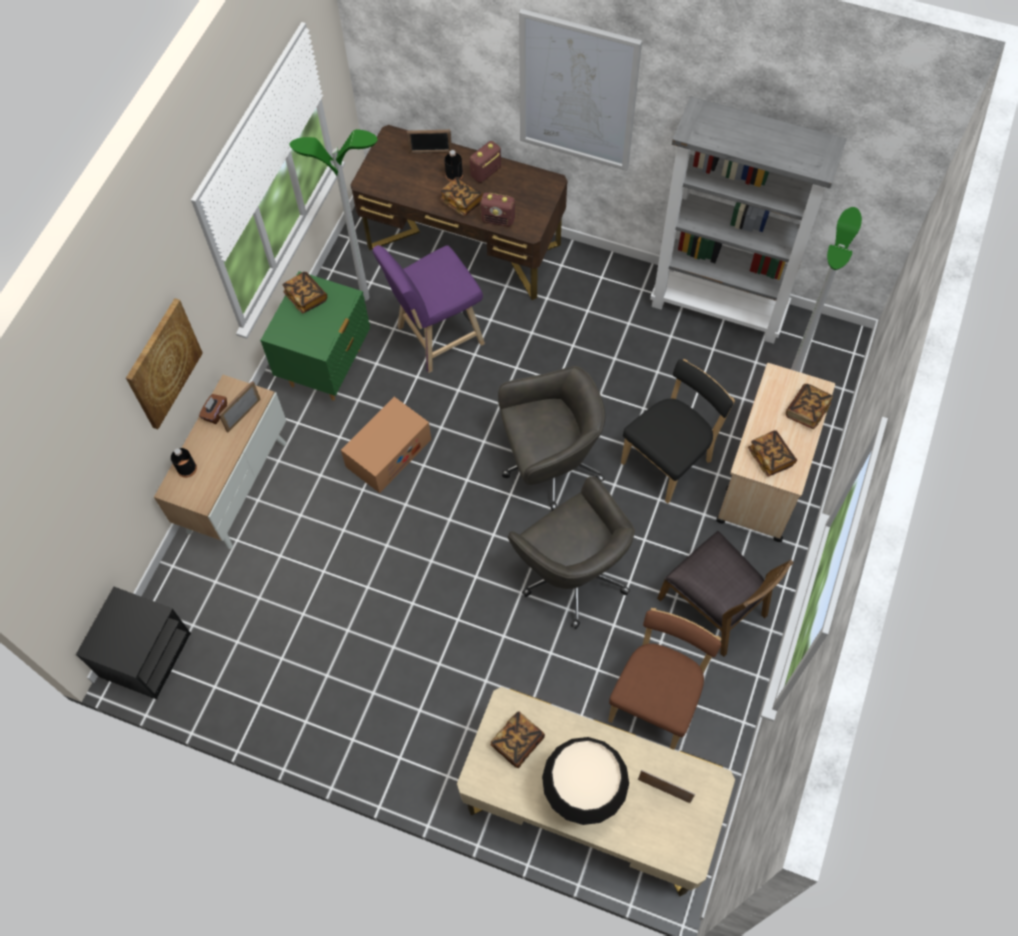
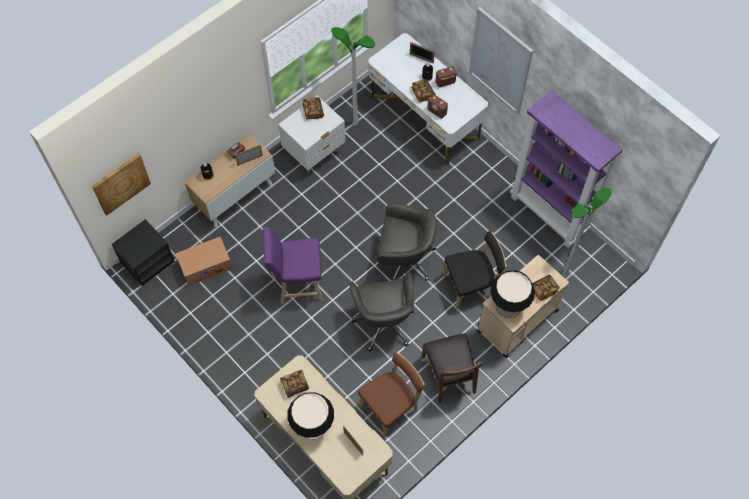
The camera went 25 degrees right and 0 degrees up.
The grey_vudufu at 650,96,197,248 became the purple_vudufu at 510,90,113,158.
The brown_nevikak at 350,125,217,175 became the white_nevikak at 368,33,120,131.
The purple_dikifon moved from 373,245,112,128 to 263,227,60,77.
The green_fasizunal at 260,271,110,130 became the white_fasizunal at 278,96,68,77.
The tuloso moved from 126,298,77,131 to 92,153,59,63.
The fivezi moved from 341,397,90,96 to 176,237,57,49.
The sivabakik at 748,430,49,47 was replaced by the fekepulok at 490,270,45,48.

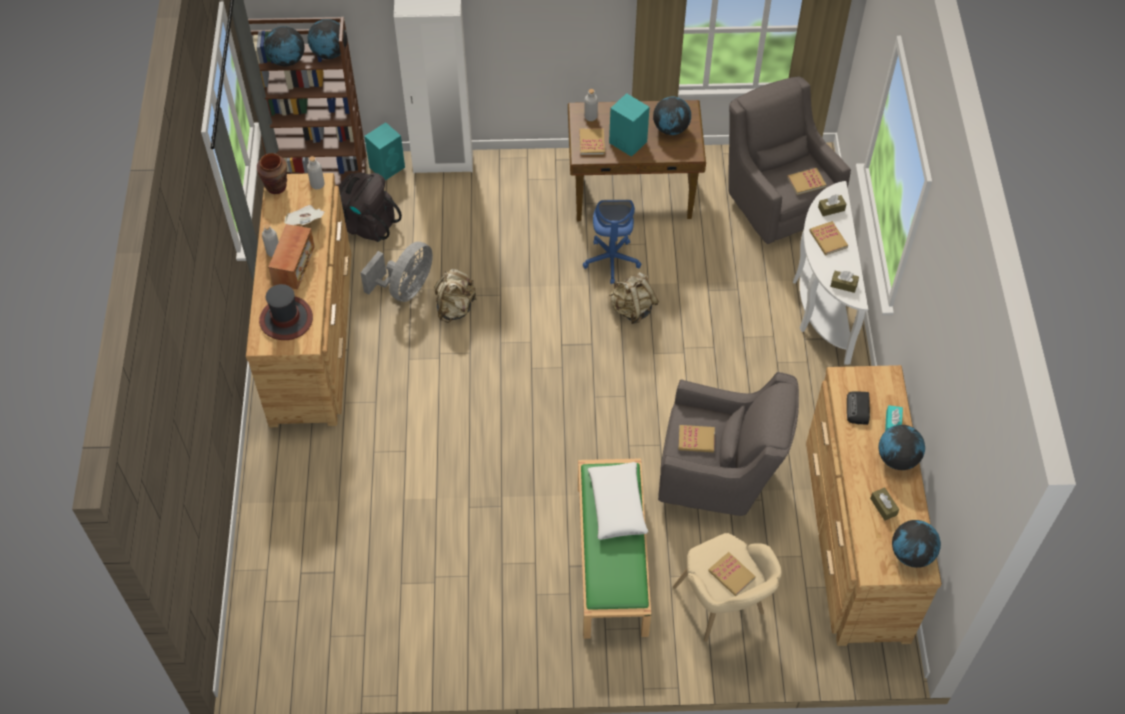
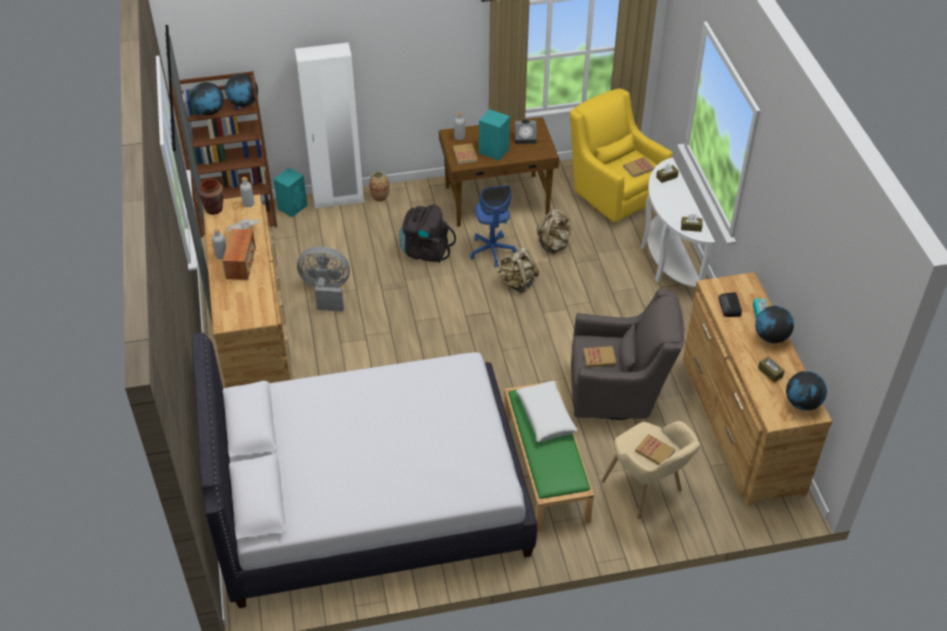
The camera went 10 degrees left and 10 degrees down.
The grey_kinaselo at 728,77,123,167 became the yellow_kinaselo at 570,88,103,135.
The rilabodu at 653,97,38,38 was replaced by the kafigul at 514,120,23,24.
The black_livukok moved from 338,172,64,70 to 399,205,57,58.
The sivabakik at 809,221,39,35 disappeared.
The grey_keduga at 360,242,73,60 turned 105 degrees counterclockwise.
The beige_livukok moved from 434,269,42,54 to 537,209,34,45.
The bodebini at 259,284,54,56 disappeared.
The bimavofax at 369,171,20,31 appeared.
The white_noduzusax at 192,332,345,276 appeared.

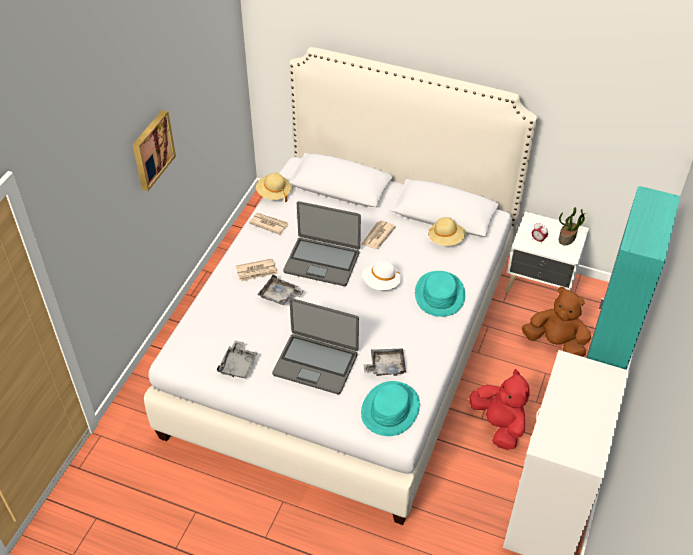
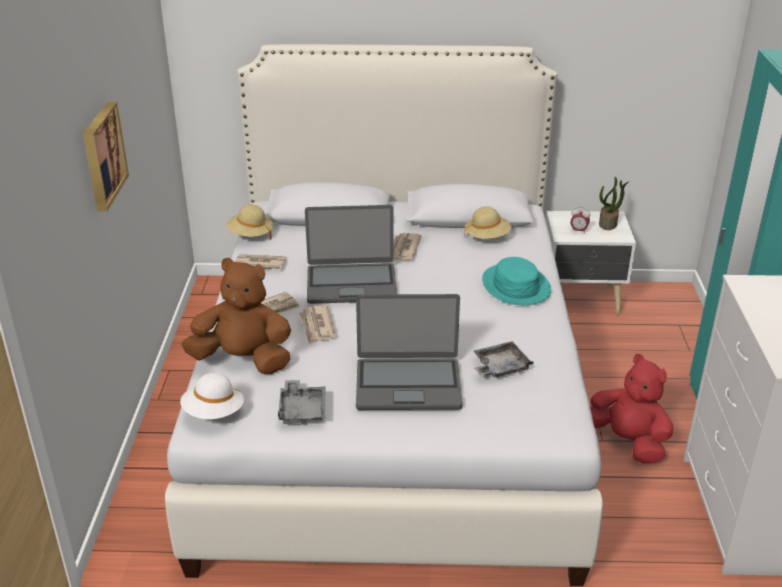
The camera went 20 degrees left and 15 degrees down.
The white_bodebini moved from 362,260,39,30 to 180,373,64,46.
The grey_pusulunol at 257,274,47,31 was replaced by the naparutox at 299,305,37,39.
The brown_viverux moved from 522,287,69,70 to 181,258,110,116.
The turquoise_bodebini at 361,381,59,55 disappeared.

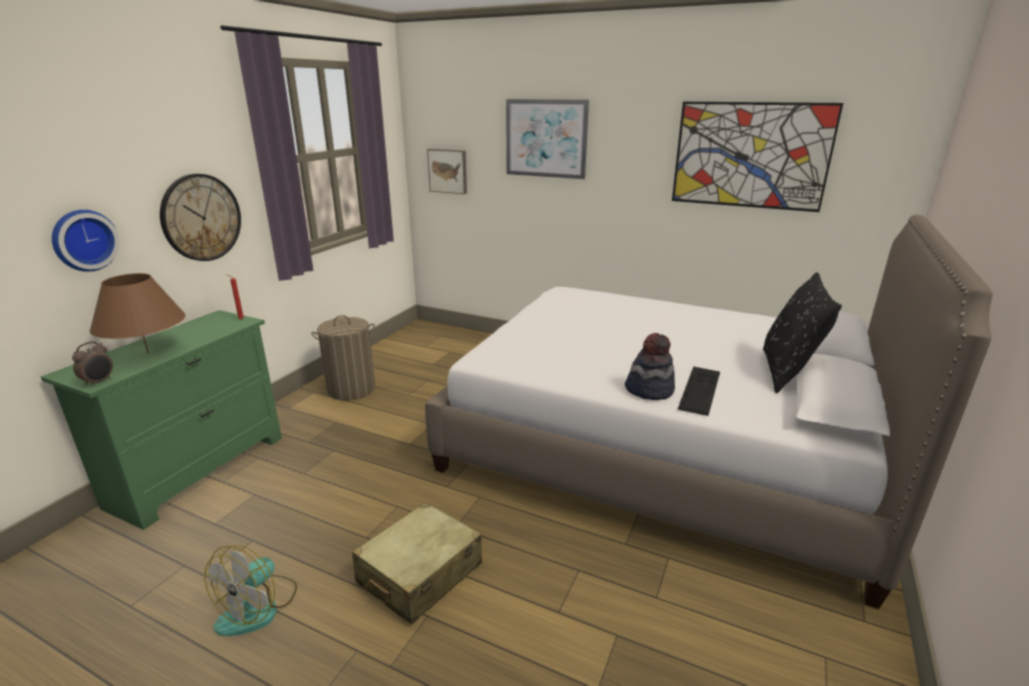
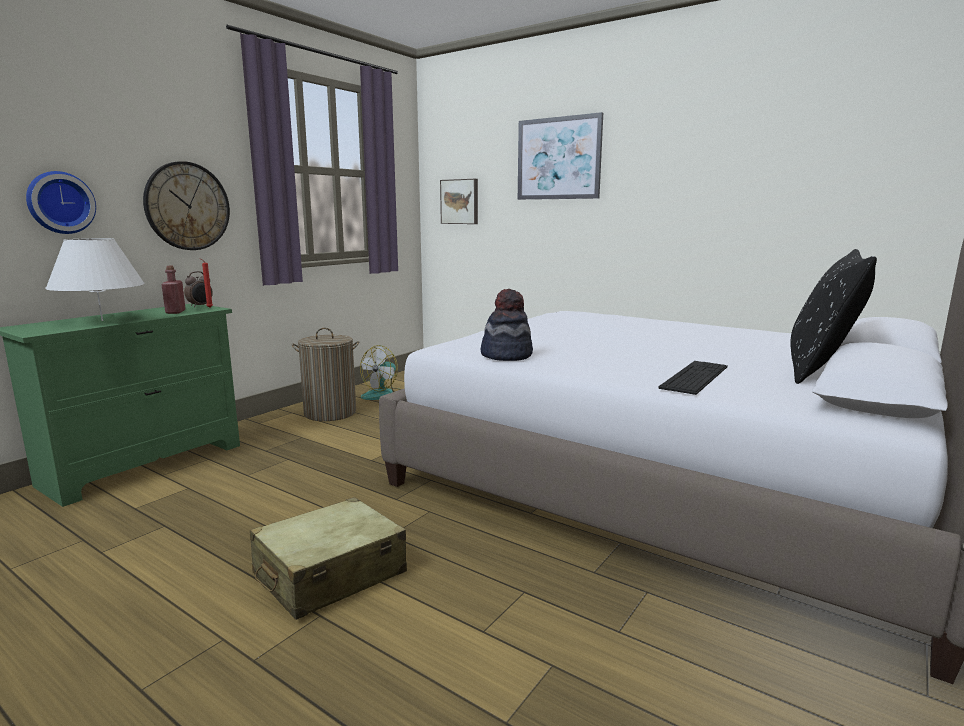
The camera went 10 degrees right and 10 degrees down.
The tuloso at 672,102,171,110 disappeared.
The brown_fekepulok at 90,273,95,81 became the white_fekepulok at 45,238,100,83.
The bodebini moved from 625,333,50,67 to 481,289,52,72.
The kafigul moved from 72,341,41,46 to 184,271,29,36.
The keduga moved from 204,545,93,91 to 360,345,41,55.
The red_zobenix at 161,266,25,48 appeared.

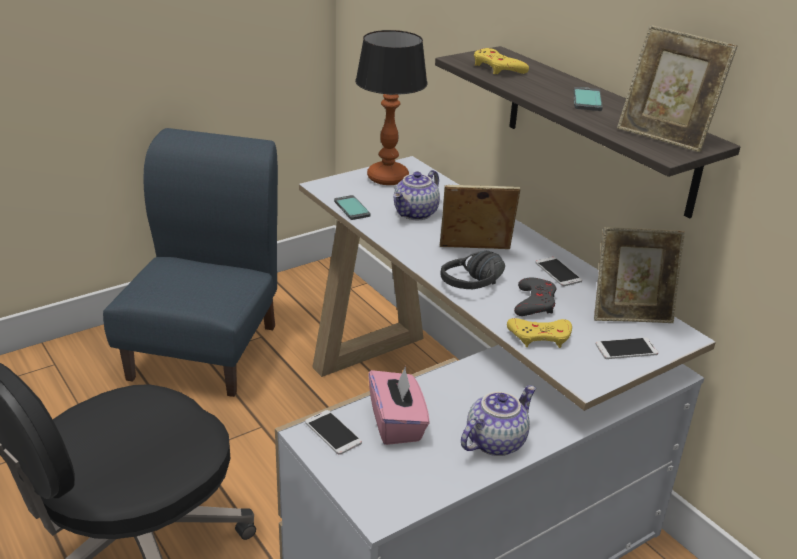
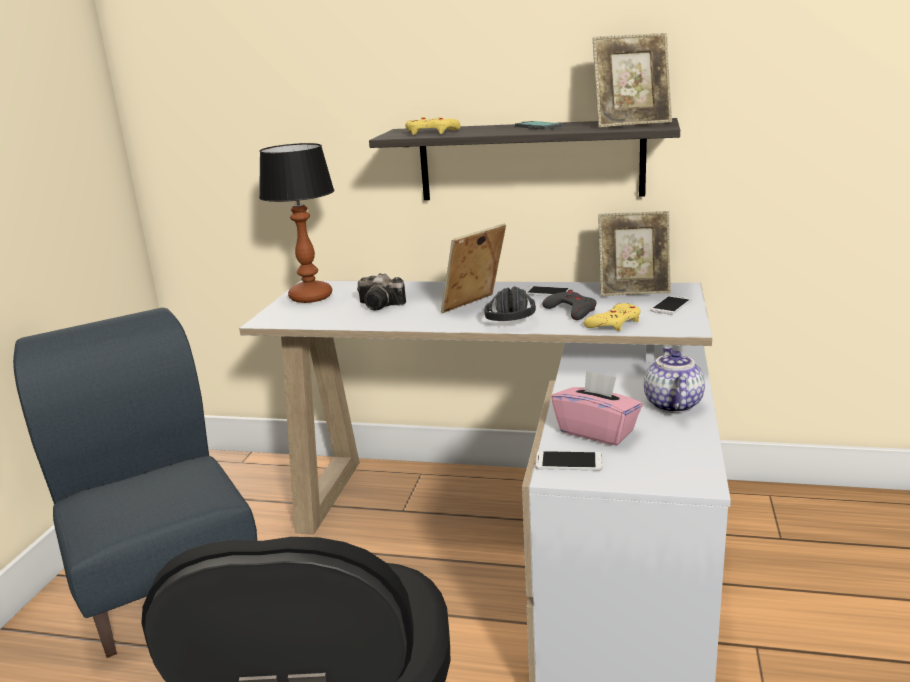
The camera went 40 degrees left and 10 degrees down.
The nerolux at 394,170,46,50 was replaced by the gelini at 357,273,49,38.
The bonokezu at 334,195,37,25 disappeared.
The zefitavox at 594,227,91,96 turned 45 degrees clockwise.

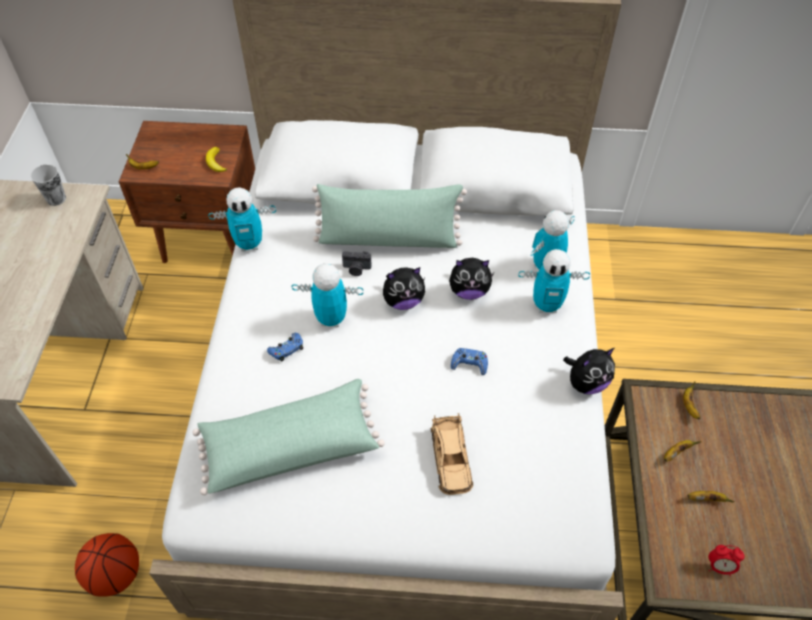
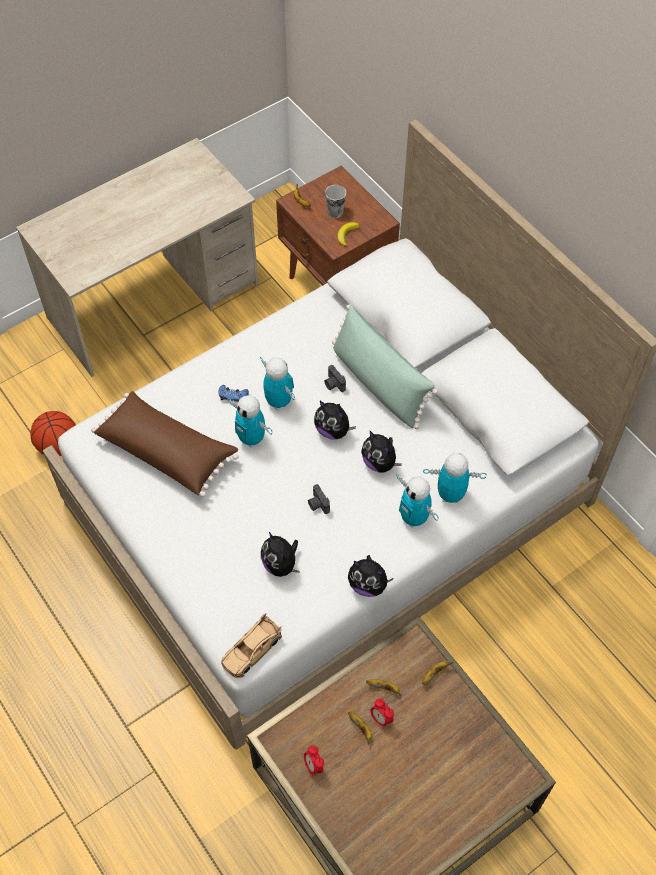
The camera went 50 degrees right and 5 degrees up.
The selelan moved from 30,164,36,42 to 325,185,21,33.
The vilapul moved from 208,188,68,63 to 227,395,45,53.
The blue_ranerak at 451,348,37,27 was replaced by the gelini at 308,484,22,30.
The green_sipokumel at 192,379,193,116 became the brown_sipokumel at 91,391,147,106.
The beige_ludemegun moved from 430,413,43,82 to 221,613,61,65.
The viverux at 261,532,39,45 appeared.
The kafigul at 370,699,24,28 appeared.

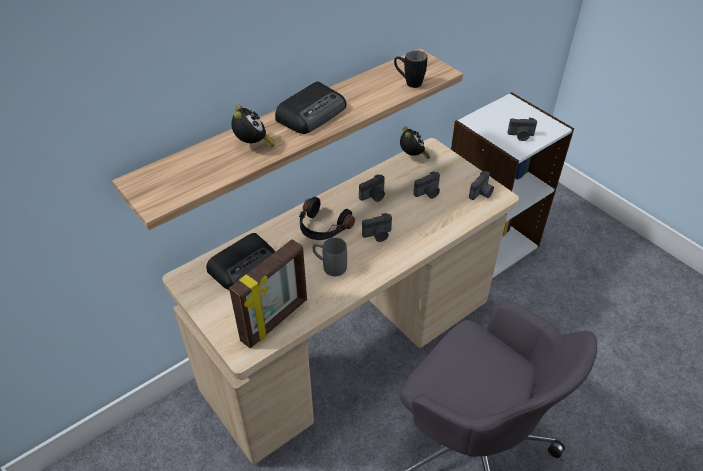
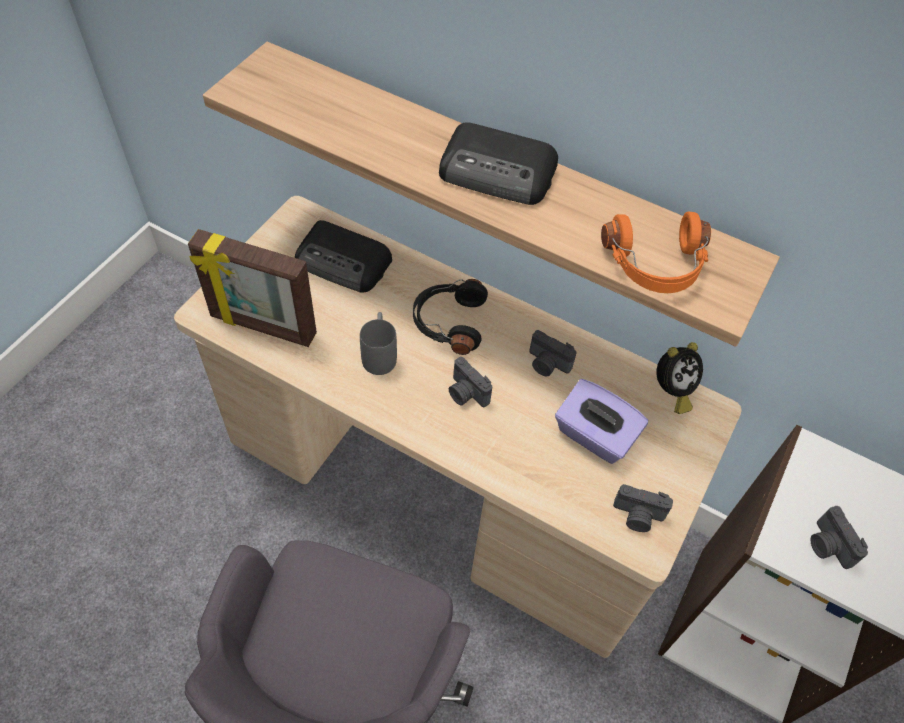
The camera went 65 degrees right and 10 degrees up.
The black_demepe at 394,50,33,38 was replaced by the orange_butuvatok at 601,211,110,82.
The kafigul at 231,105,44,43 disappeared.
The gelini at 413,171,27,28 was replaced by the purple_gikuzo at 555,379,93,85.

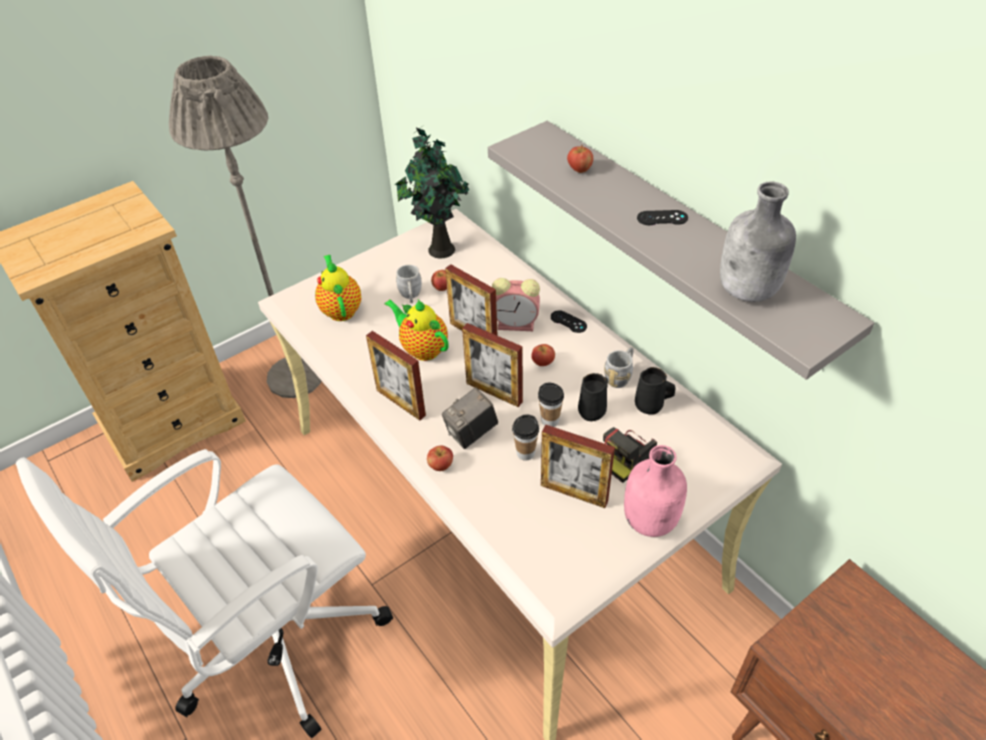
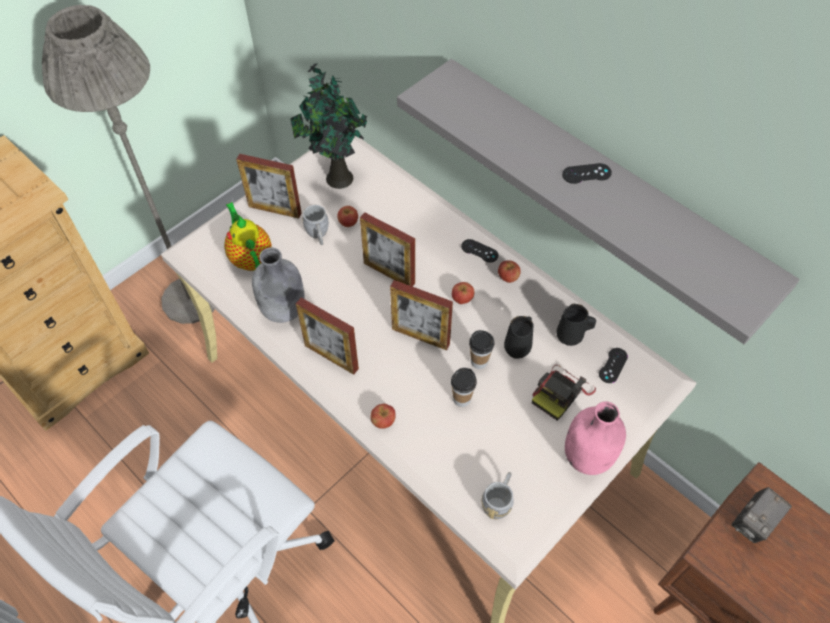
The camera went 10 degrees left and 10 degrees up.
The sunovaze moved from 567,144,26,29 to 498,260,23,23.
The grey_zobenix moved from 720,182,76,120 to 252,247,53,76.
The kafigul at 492,278,48,53 disappeared.
The nerolux at 384,299,65,62 disappeared.
The grey_demepe moved from 604,347,29,41 to 481,472,33,48.
The gelini moved from 442,387,56,62 to 731,487,61,56.
The zefitavox moved from 541,425,74,83 to 236,154,66,65.
The black_ranerak at 599,348,29,35 appeared.

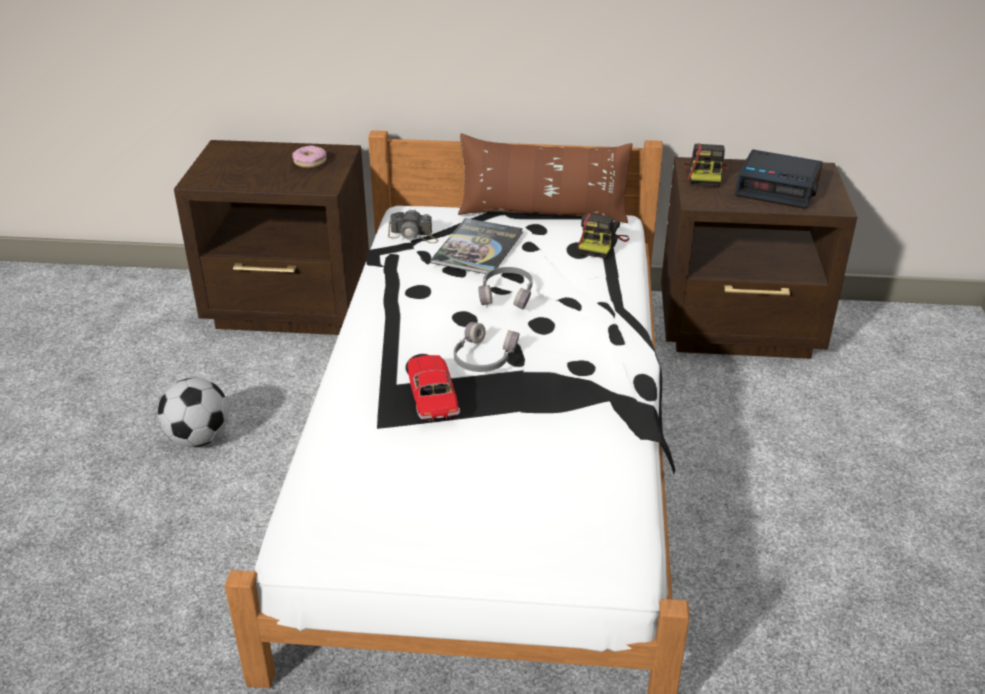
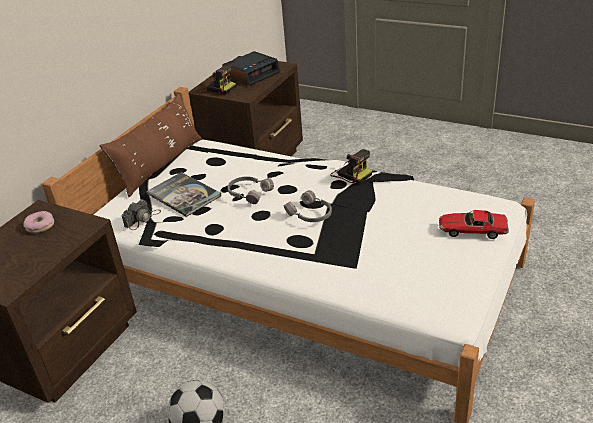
The camera went 65 degrees left and 0 degrees up.
The gelini moved from 577,213,53,46 to 330,149,42,35.
The ludemegun moved from 407,355,53,66 to 439,210,70,29.

